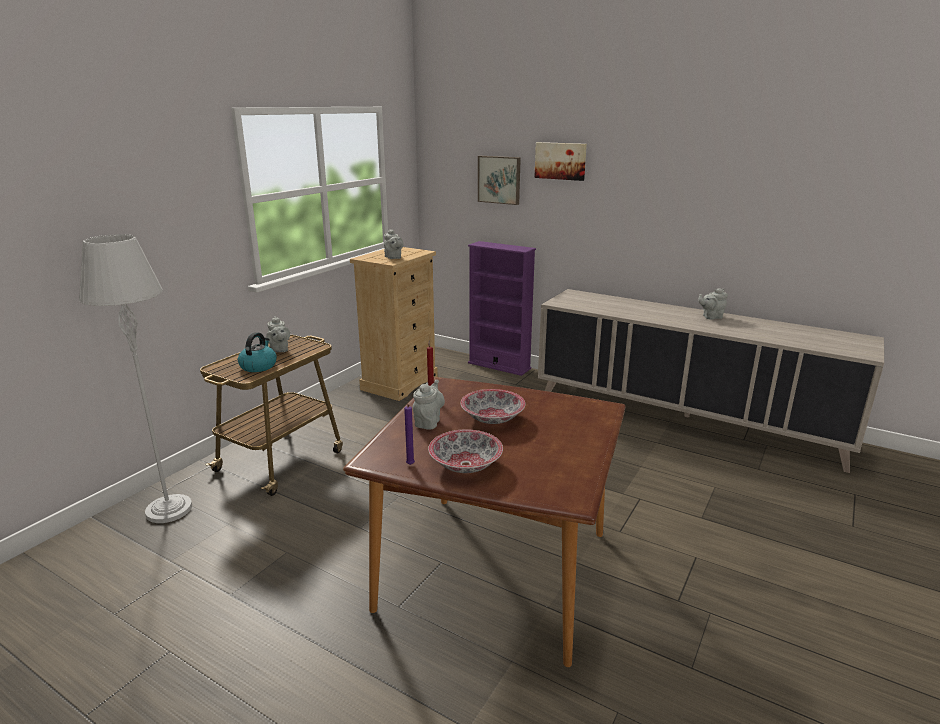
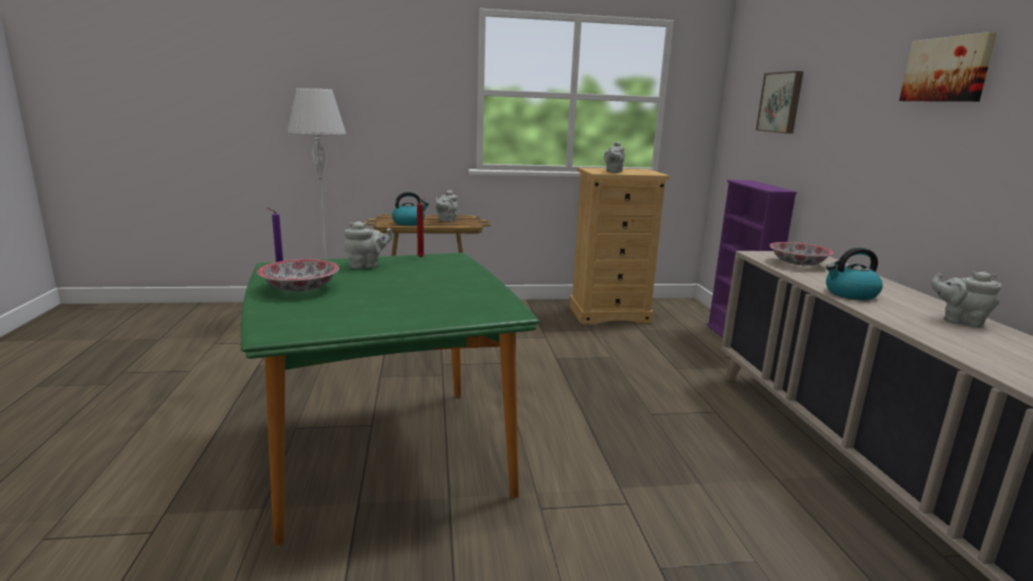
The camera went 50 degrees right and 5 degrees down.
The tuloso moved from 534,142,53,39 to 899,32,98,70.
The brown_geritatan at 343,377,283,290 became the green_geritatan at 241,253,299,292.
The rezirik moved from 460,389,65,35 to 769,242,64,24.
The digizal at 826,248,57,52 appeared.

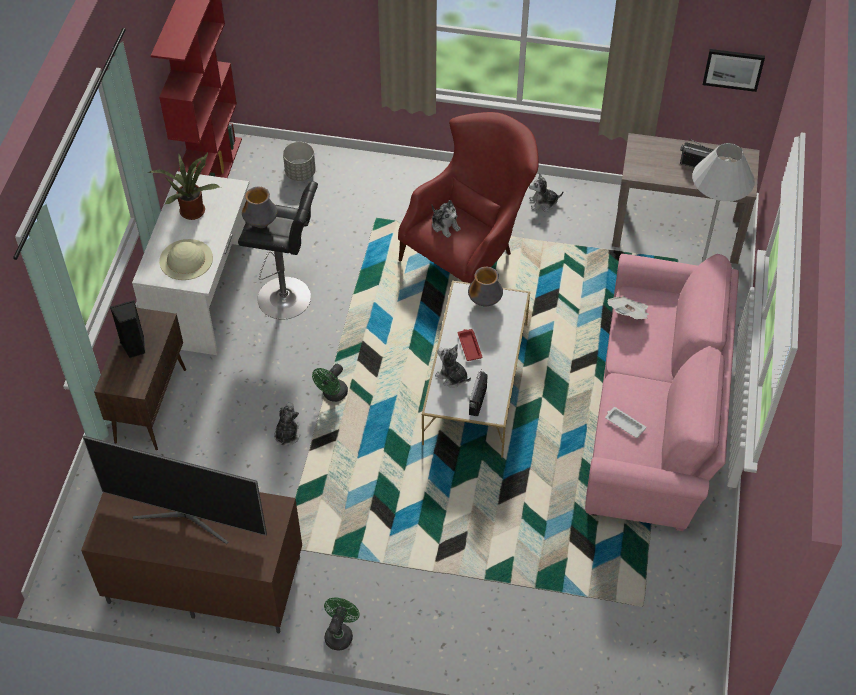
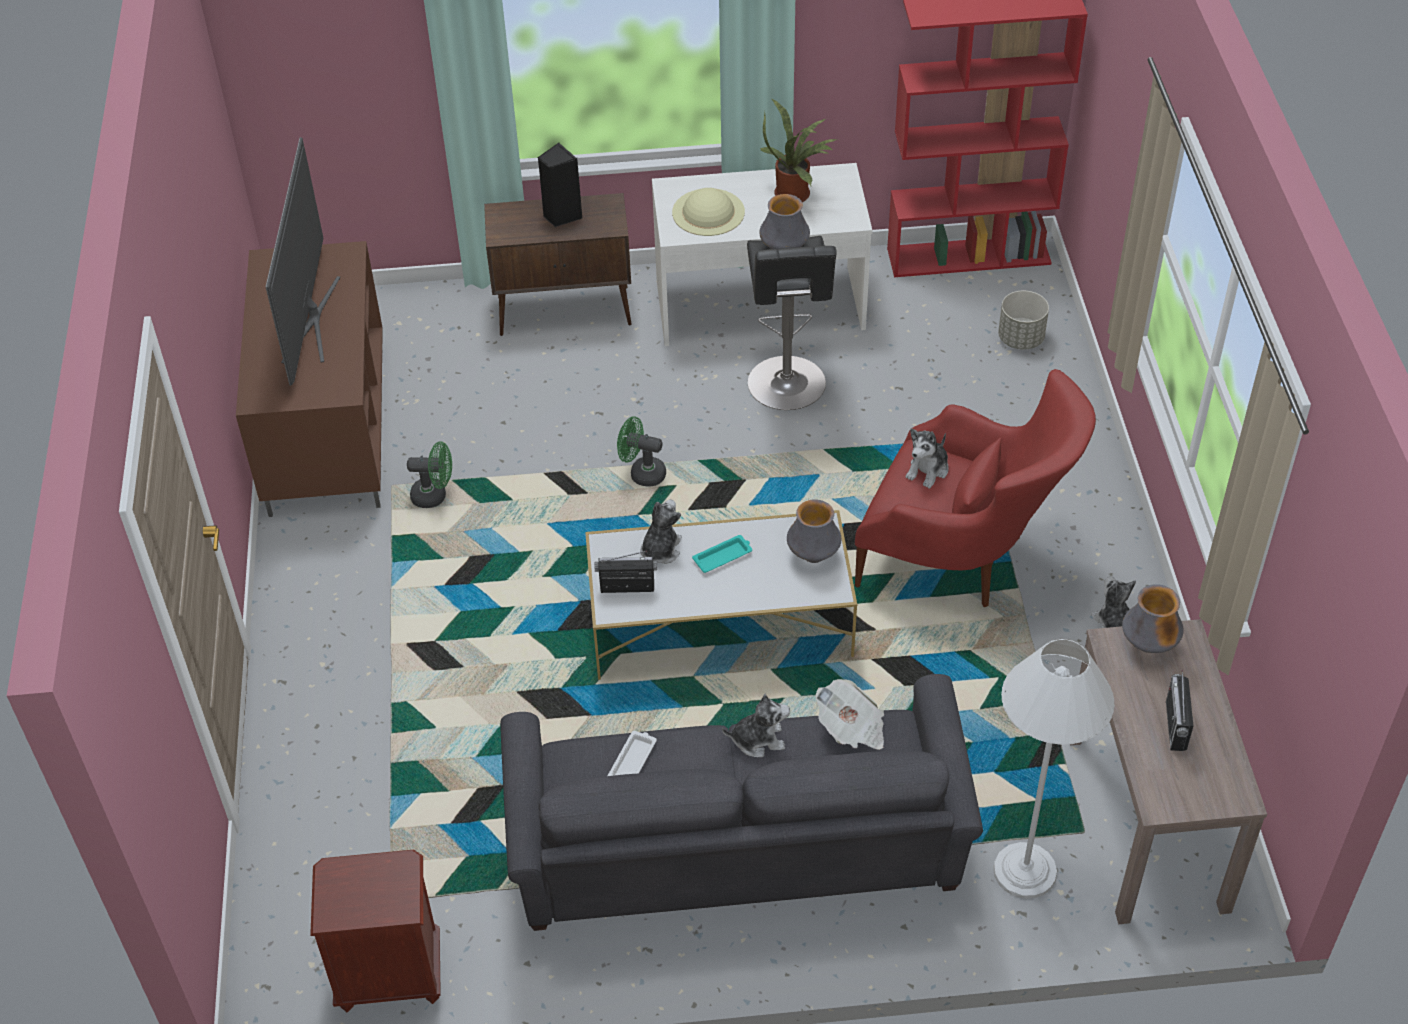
The camera went 75 degrees right and 5 degrees down.
The tuloso at 703,49,62,43 disappeared.
The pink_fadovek at 585,254,154,277 became the grey_fadovek at 500,674,483,257.
The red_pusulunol at 458,329,24,32 became the turquoise_pusulunol at 692,535,60,38.
The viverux moved from 274,403,26,43 to 722,694,68,63.
The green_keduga moved from 324,598,36,53 to 407,441,45,67.
The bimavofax at 1122,584,62,69 appeared.
The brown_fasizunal at 310,850,131,162 appeared.

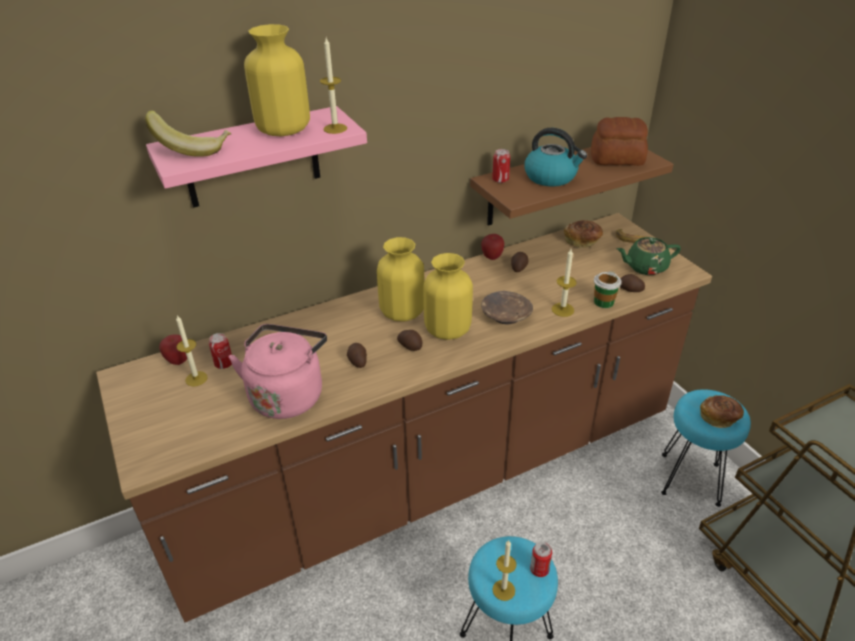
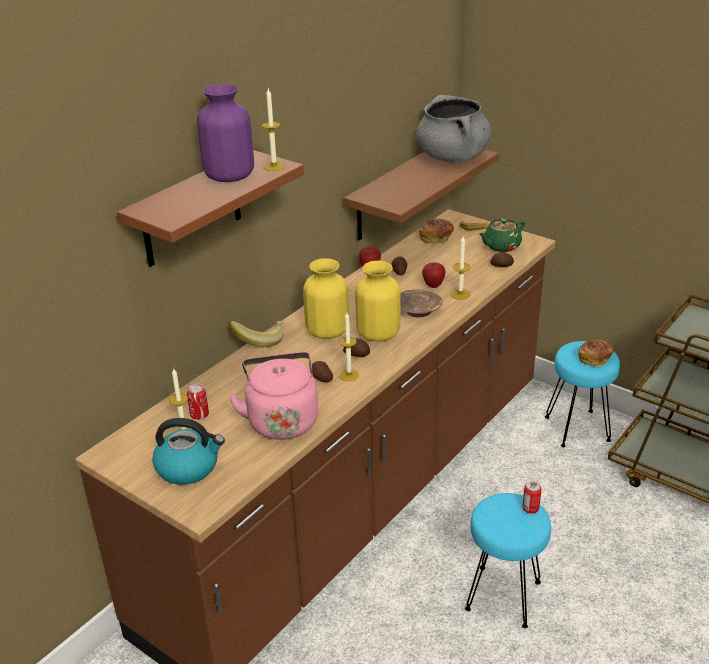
The camera went 25 degrees left and 5 degrees down.
The yellow_bimavofax at 244,24,66,112 became the purple_bimavofax at 197,84,57,98.
The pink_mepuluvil at 146,106,221,102 became the brown_mepuluvil at 117,150,187,117.
The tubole moved from 145,111,86,46 to 229,321,54,26.
The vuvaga at 591,117,57,49 was replaced by the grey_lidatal at 417,95,74,68.
The digizal moved from 525,128,62,59 to 152,418,73,67.
The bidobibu at 492,149,18,34 disappeared.
The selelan at 594,271,28,37 disappeared.
The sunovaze moved from 159,335,28,30 to 422,262,24,26.
The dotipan moved from 492,540,25,61 to 339,313,20,68.

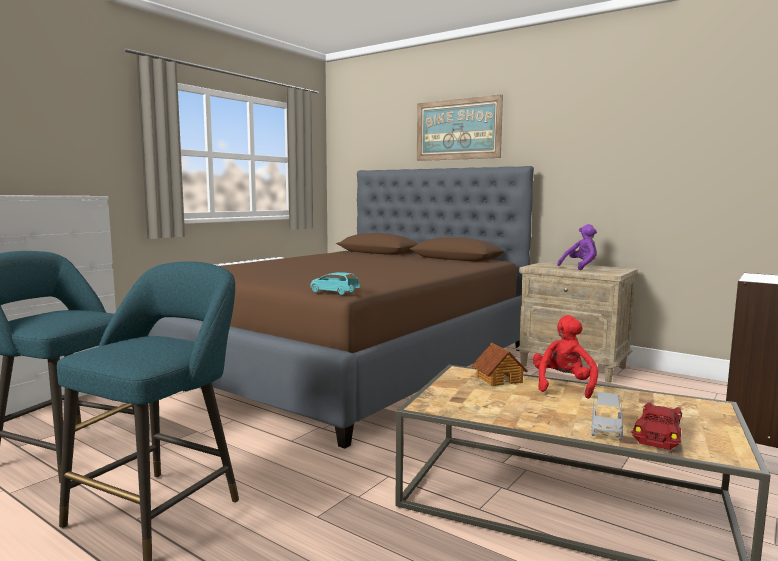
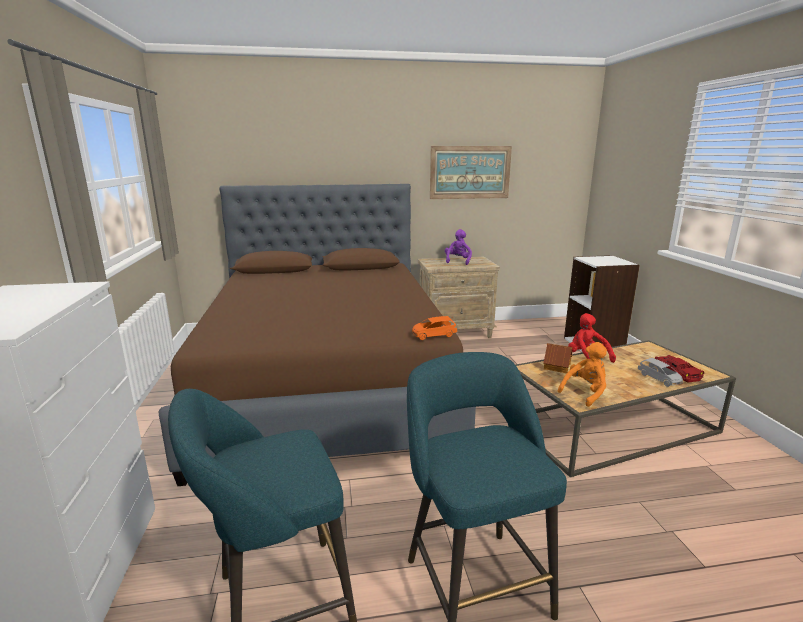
The camera went 45 degrees left and 10 degrees up.
The tuloso moved from 417,94,86,67 to 430,146,82,53.
The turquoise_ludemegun at 310,272,50,23 became the orange_ludemegun at 412,316,45,24.
The orange_viverux at 558,342,49,65 appeared.

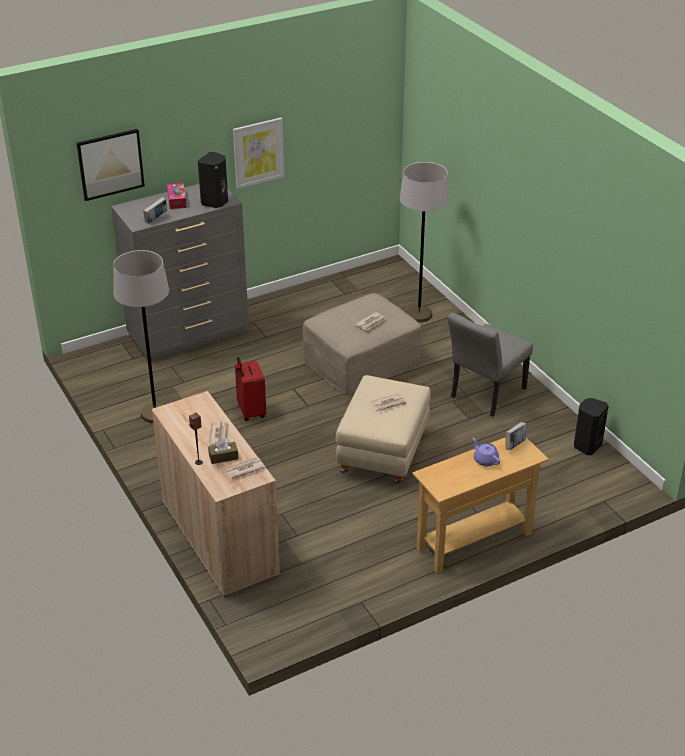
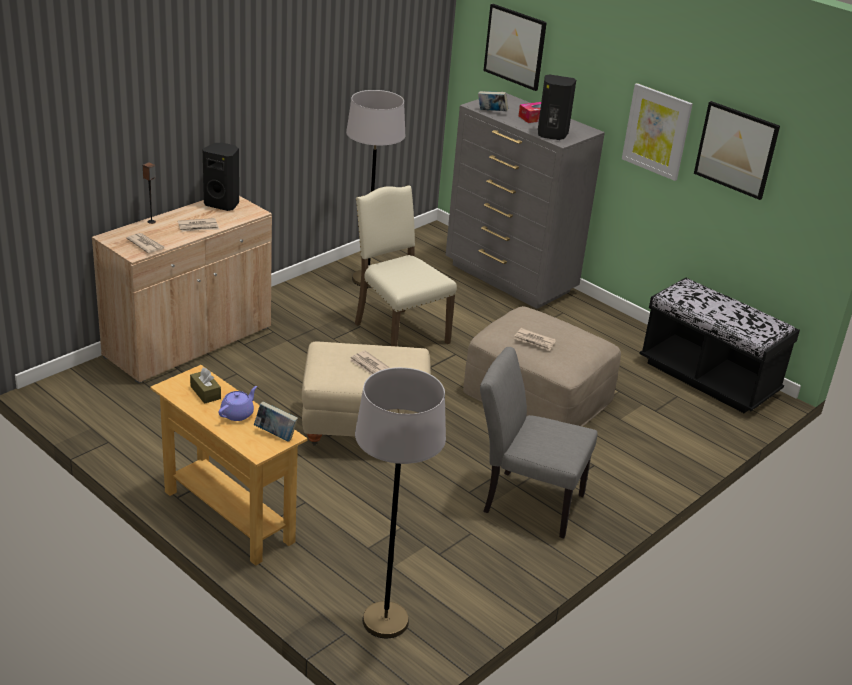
The camera went 70 degrees right and 5 degrees down.
The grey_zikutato moved from 400,162,49,160 to 355,367,91,271.
The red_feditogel at 235,357,31,64 was replaced by the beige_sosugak at 355,185,102,161.
The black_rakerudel moved from 574,398,35,57 to 203,143,36,68.
The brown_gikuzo moved from 208,438,30,26 to 190,367,31,37.
The tuloso at 694,101,86,99 appeared.
The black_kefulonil at 639,278,161,135 appeared.

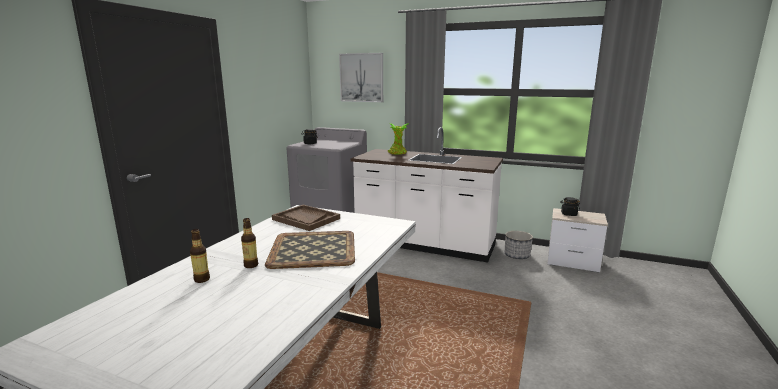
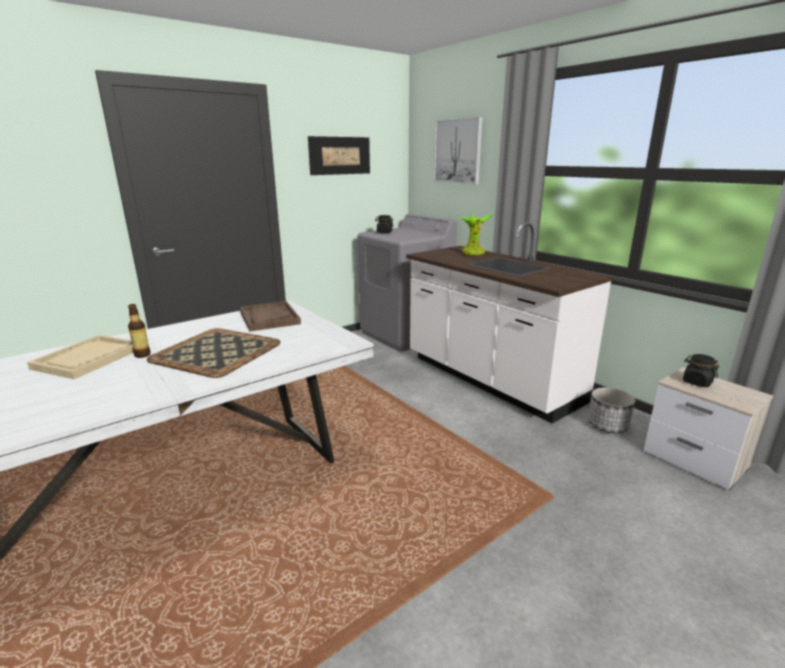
The camera went 30 degrees right and 5 degrees up.
The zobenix at 190,229,20,54 was replaced by the beige_pusulunol at 27,335,107,44.
The tuloso at 308,136,62,39 appeared.

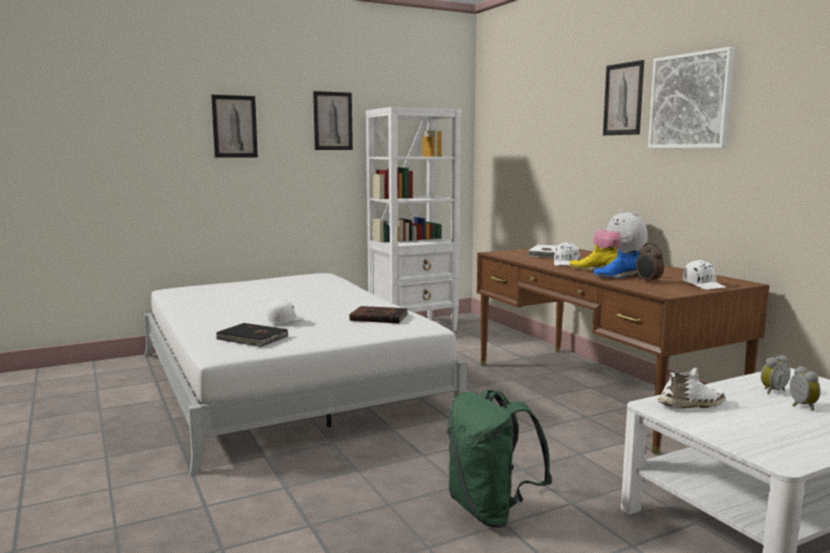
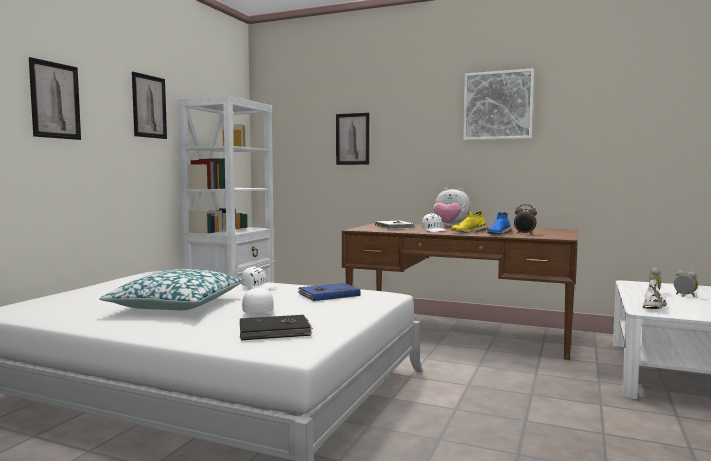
The camera went 40 degrees left and 5 degrees down.
The tuloso moved from 603,60,41,75 to 336,113,33,52.
The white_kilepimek moved from 683,260,44,29 to 242,266,34,24.
The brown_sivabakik at 349,306,59,17 became the blue_sivabakik at 297,283,63,18.
The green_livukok at 447,390,105,138 disappeared.
The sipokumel at 99,269,145,41 appeared.

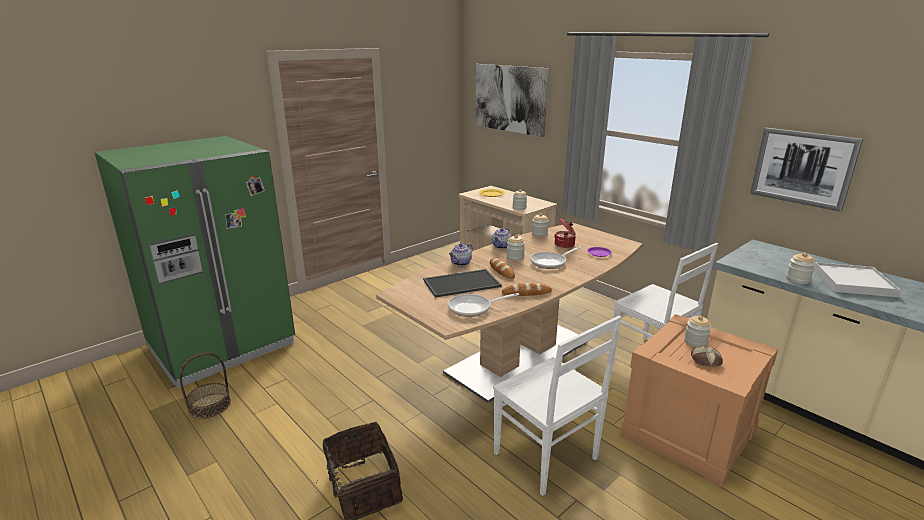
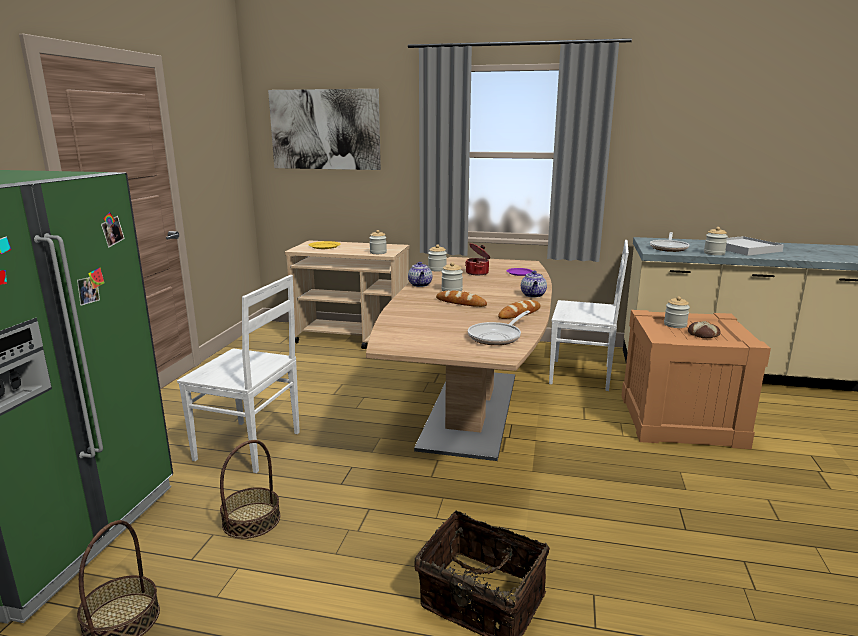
The camera went 35 degrees left and 5 degrees down.
The tuloso at 750,128,113,84 disappeared.
The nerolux moved from 449,243,24,23 to 521,271,26,27.
The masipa moved from 531,247,51,22 to 650,232,39,20.
The pusulunol at 423,269,79,29 disappeared.
The white_sosugak moved from 493,316,128,180 to 177,275,123,198.
The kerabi at 220,440,60,99 appeared.

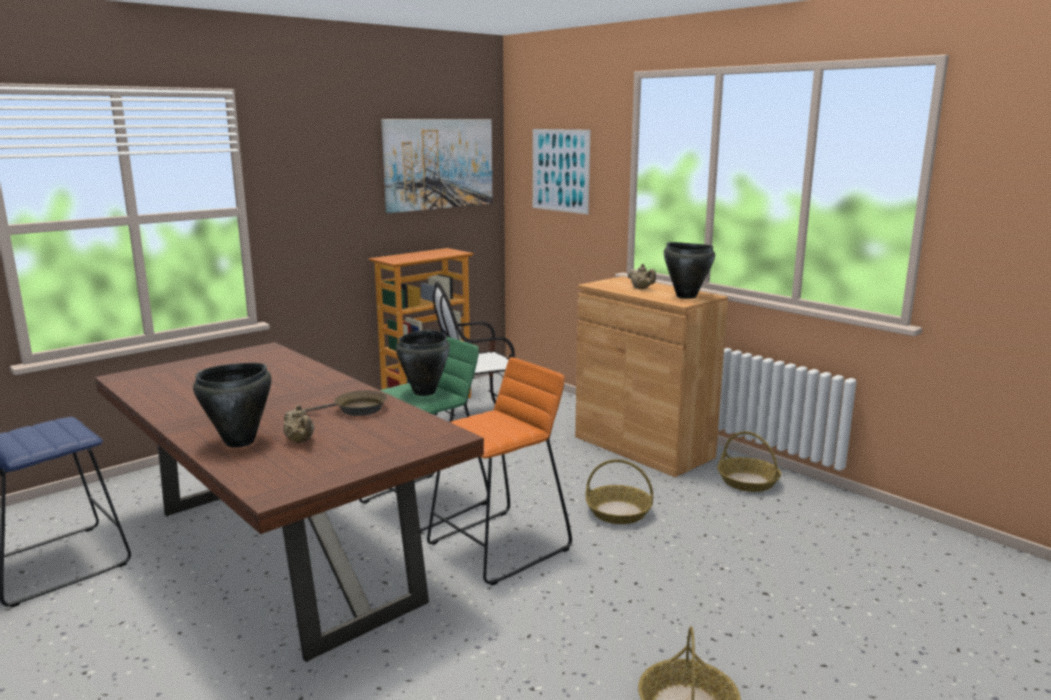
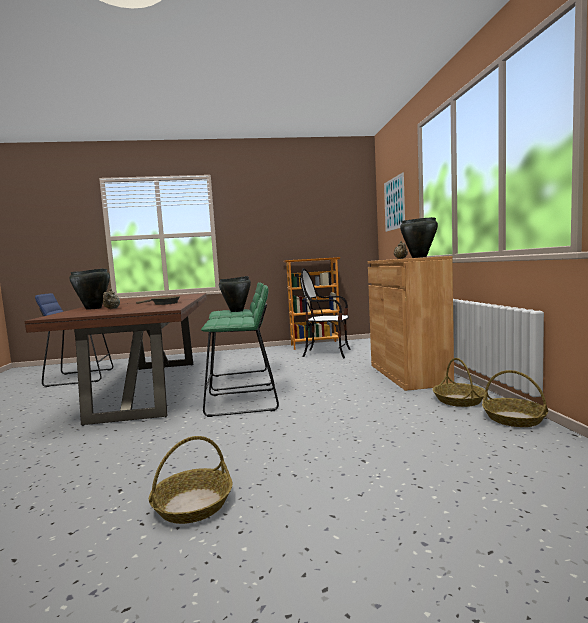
The camera went 35 degrees right and 10 degrees down.
The tuloso at 381,119,112,94 disappeared.
The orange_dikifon at 427,357,145,228 became the green_dikifon at 201,285,78,132.
The kerabi moved from 585,459,68,65 to 482,370,66,57.

